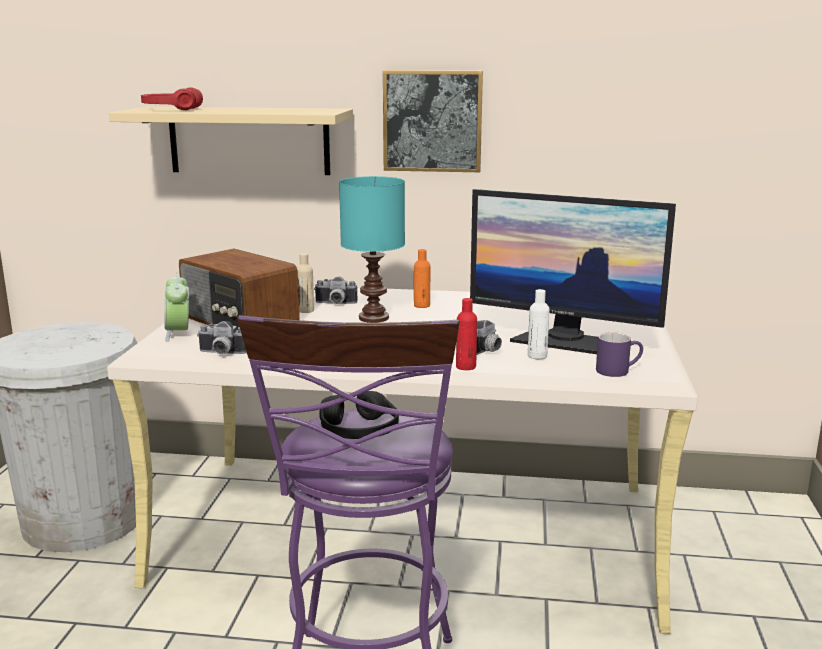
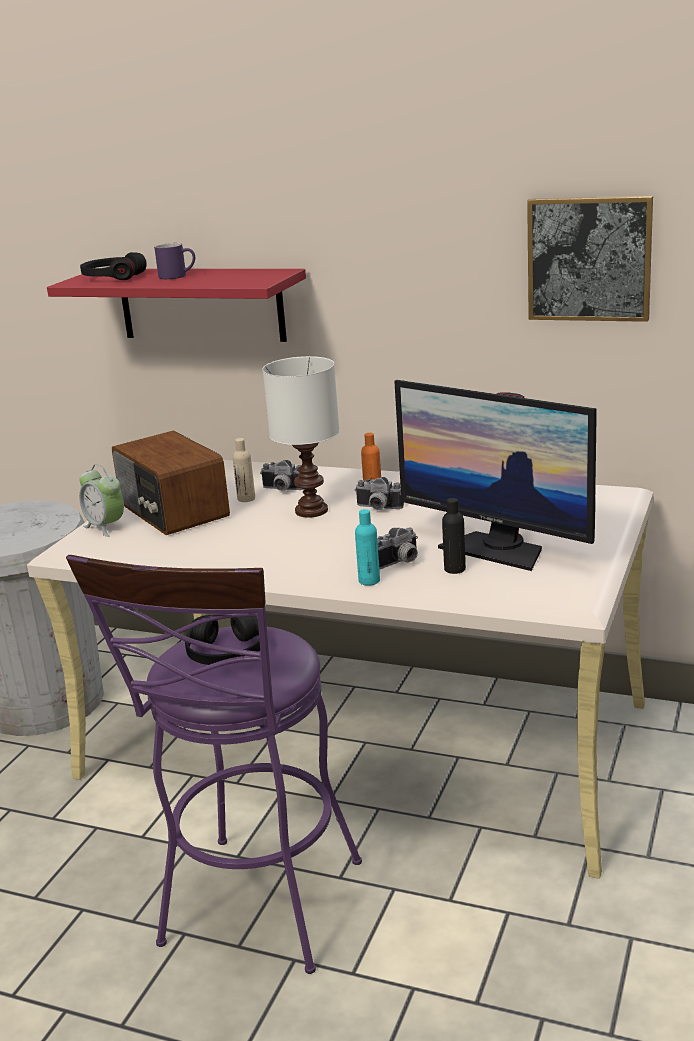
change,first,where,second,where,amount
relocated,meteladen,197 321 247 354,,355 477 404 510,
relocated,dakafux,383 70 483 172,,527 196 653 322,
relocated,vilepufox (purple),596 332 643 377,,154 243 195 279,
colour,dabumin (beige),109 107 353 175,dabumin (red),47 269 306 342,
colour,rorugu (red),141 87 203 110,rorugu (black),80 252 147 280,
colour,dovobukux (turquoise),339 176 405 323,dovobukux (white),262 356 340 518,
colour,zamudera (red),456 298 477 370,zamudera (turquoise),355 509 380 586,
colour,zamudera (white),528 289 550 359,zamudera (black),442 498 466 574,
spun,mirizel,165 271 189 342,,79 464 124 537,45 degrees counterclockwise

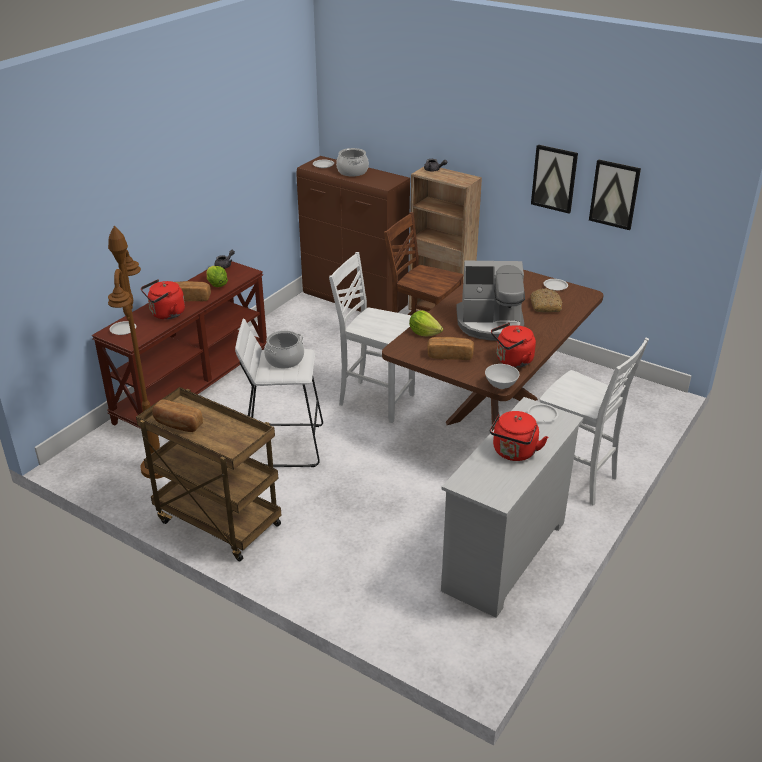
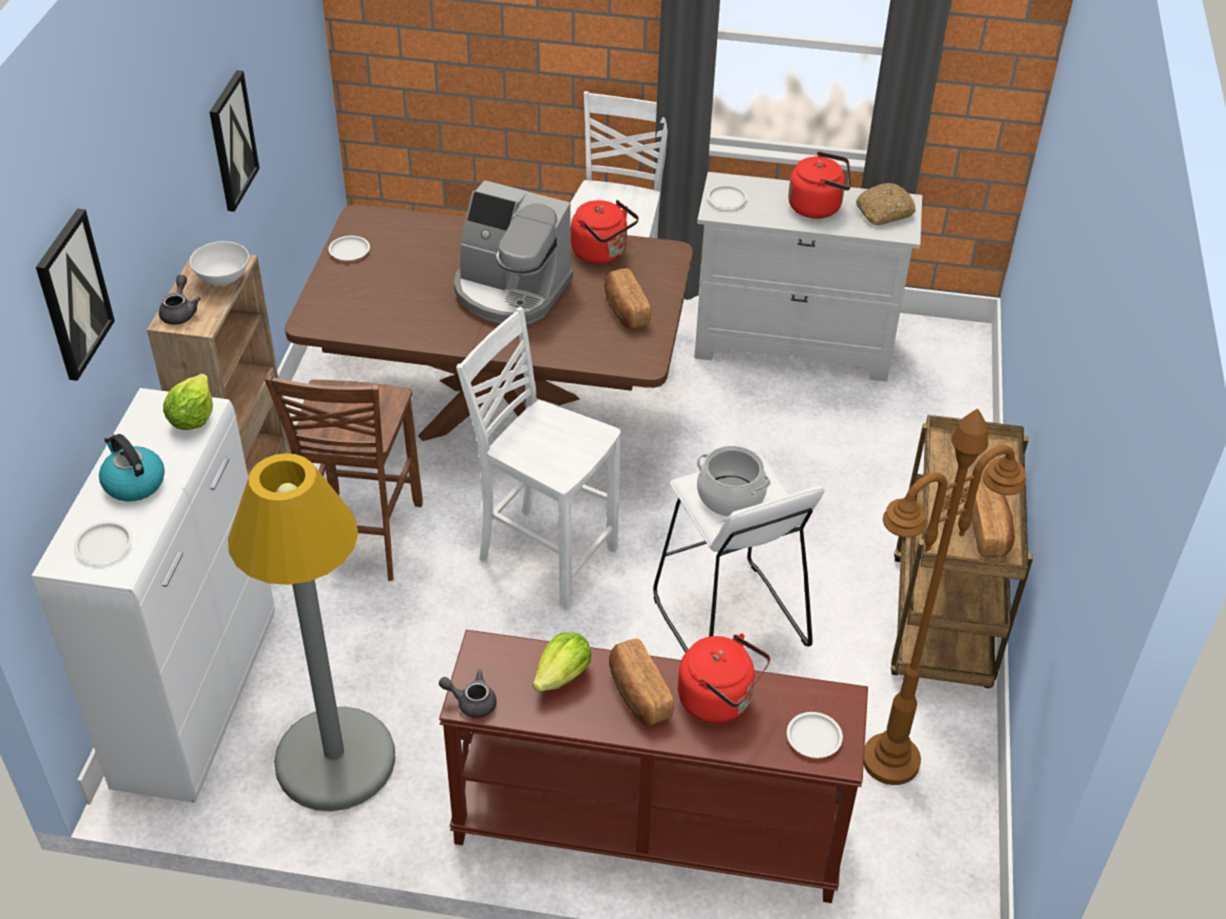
change,first,where,second,where,amount
appeared,,,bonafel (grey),228 453 395 811,
relocated,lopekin,409 310 443 336,,163 374 213 430,
relocated,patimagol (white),485 364 519 389,,190 241 249 286,
relocated,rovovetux,531 289 562 312,,856 183 916 225,
relocated,dakafux,589 159 641 230,,36 209 115 381,
exchanged,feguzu,336 148 369 176,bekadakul,99 434 165 501,
colour,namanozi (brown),296 156 410 312,namanozi (white),31 388 275 803,
spun,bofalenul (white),329 252 415 423,,456 307 621 609,120 degrees clockwise
spun,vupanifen,456 261 525 341,,454 180 573 324,135 degrees clockwise

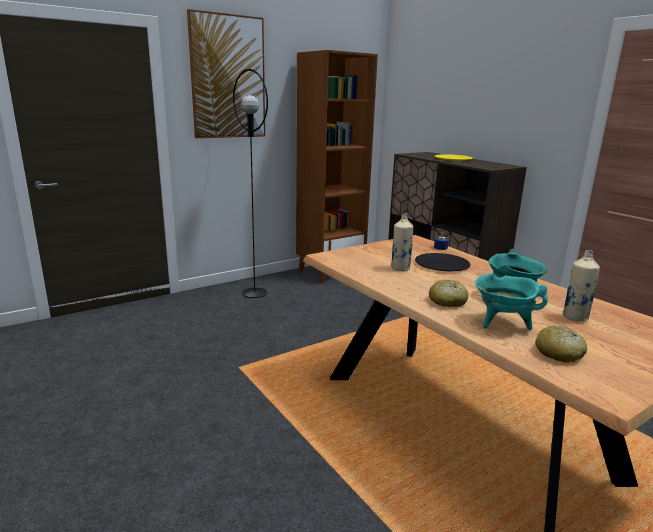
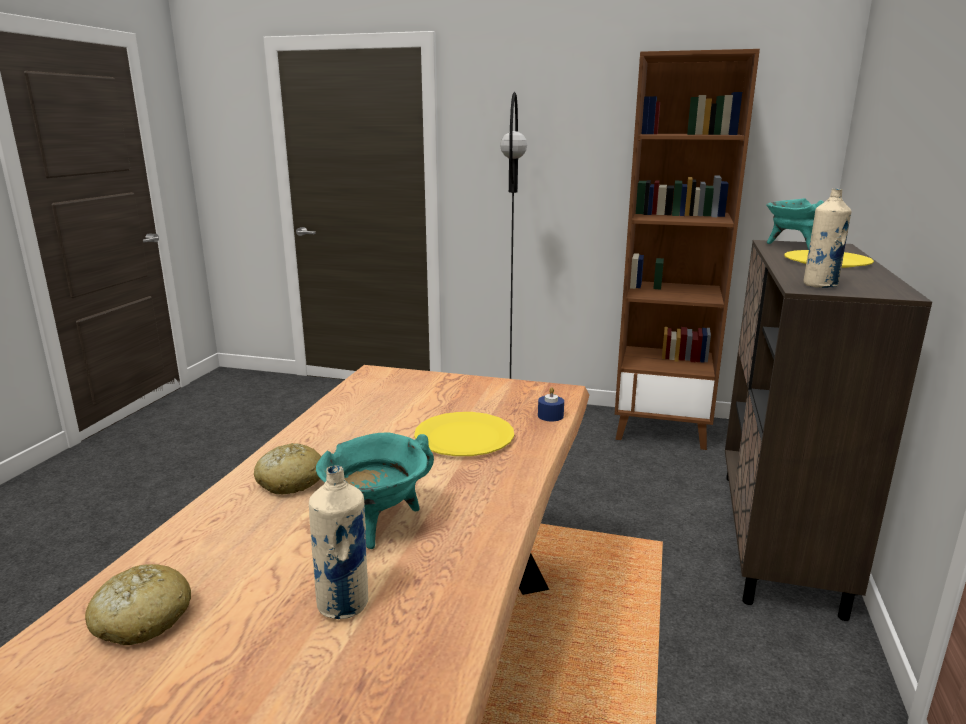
change,first,where,second,where,amount
missing,dakafux,187 9 265 138,,,
relocated,zamudera (beige),391 213 413 271,,803 189 852 288,
relocated,feguzu (turquoise),475 273 548 330,,766 198 824 250,
colour,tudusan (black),415 253 471 272,tudusan (yellow),414 412 514 456,

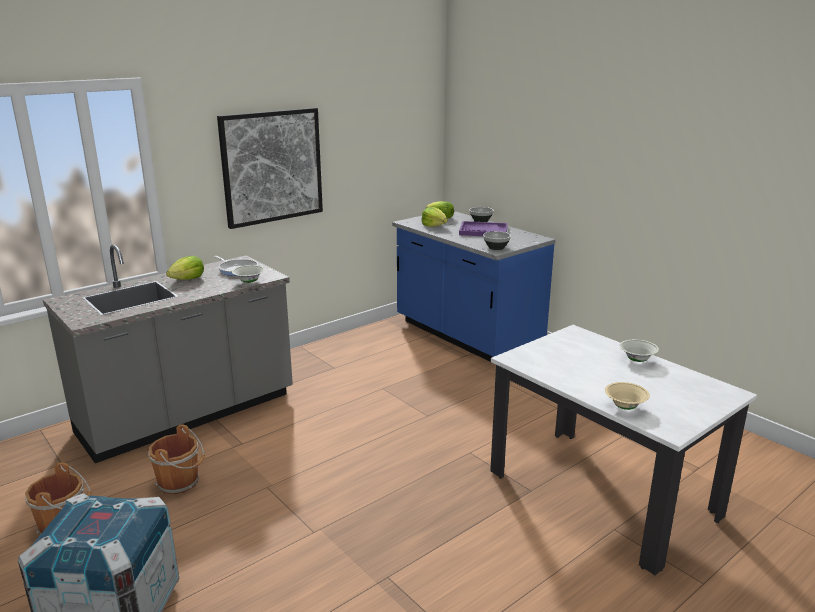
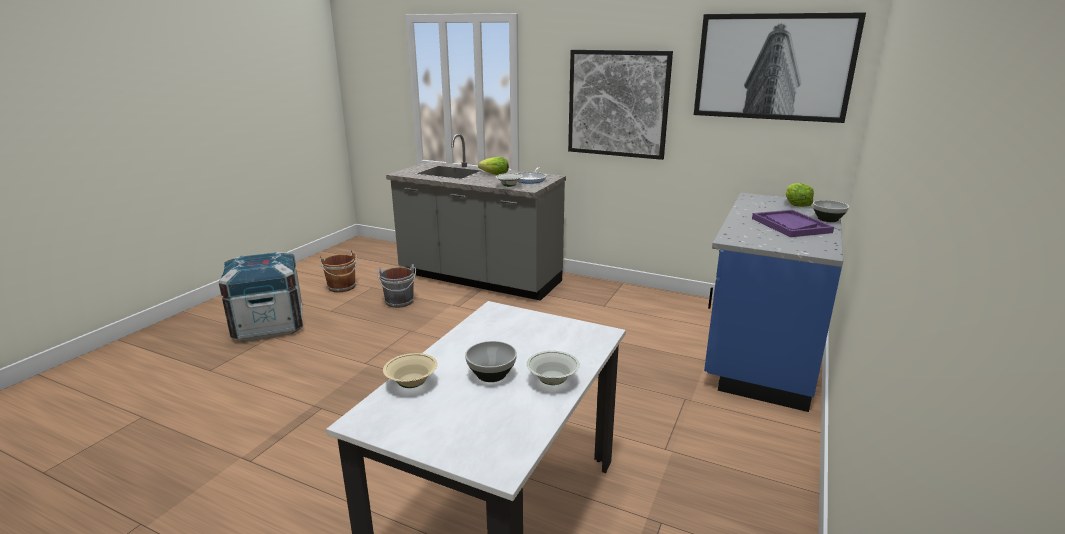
change,first,where,second,where,amount
missing,lopekin,421 207 448 227,,,
appeared,,,dakafux,694 12 866 123,
relocated,patimagol,483 231 511 250,,465 341 517 382,
colour,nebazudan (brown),148 424 205 495,nebazudan (grey),378 264 416 308,

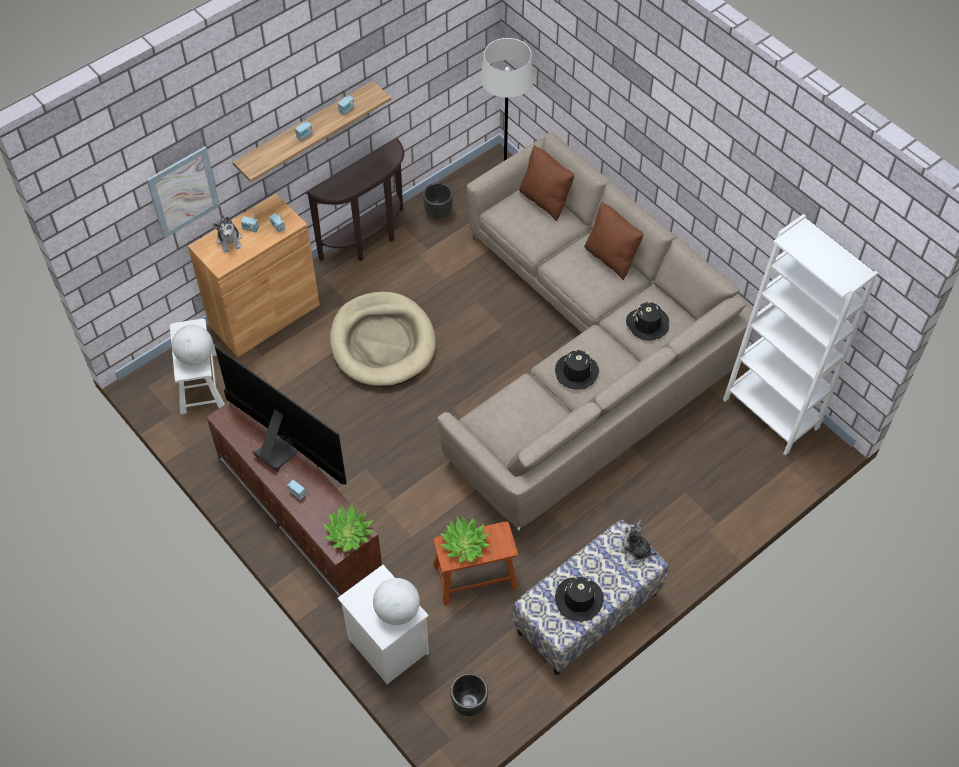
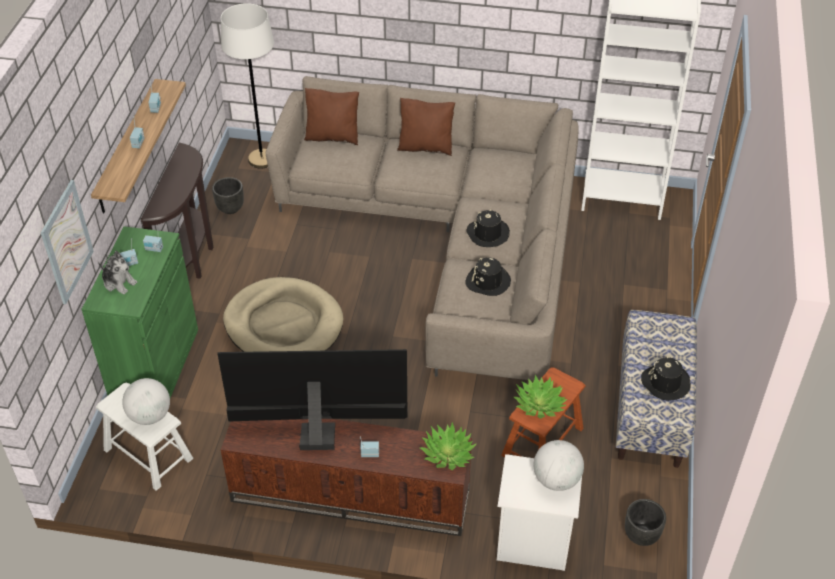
change,first,where,second,where,amount
missing,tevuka,617 520 657 562,,,
relocated,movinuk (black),626 301 669 341,,465 257 511 296,
colour,namanozi (brown),188 194 320 357,namanozi (green),81 226 198 398,

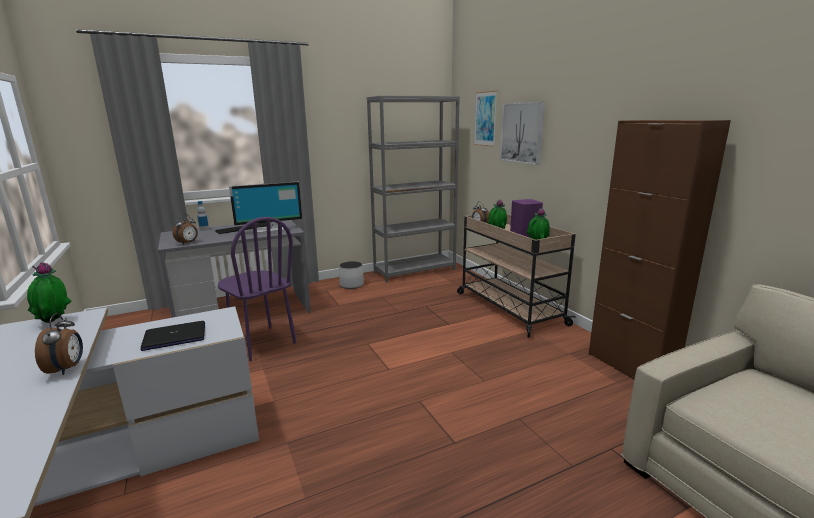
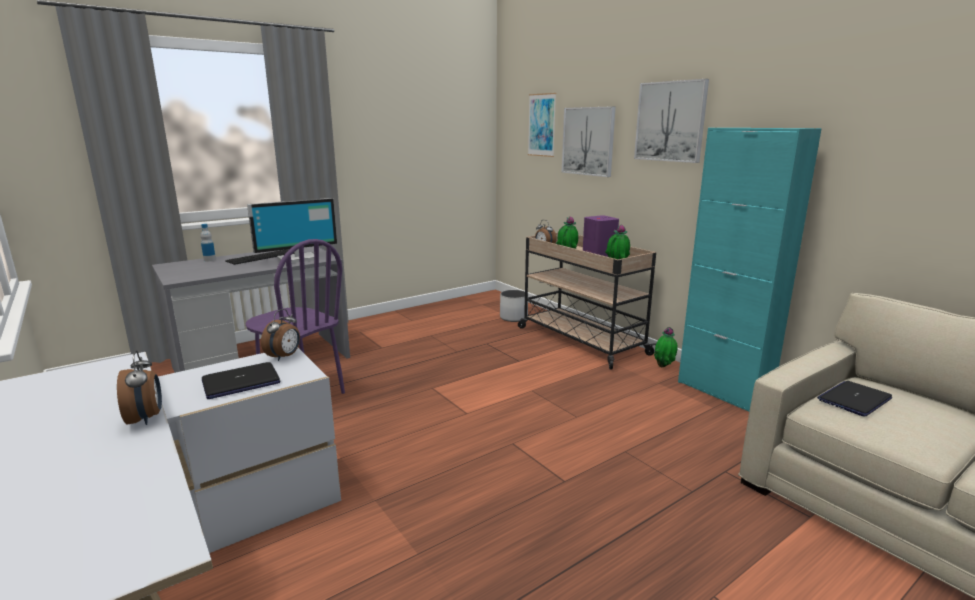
change,first,where,second,where,amount
missing,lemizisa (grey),366 96 460 283,,,
appeared,,,dakafux,634 79 709 163,
appeared,,,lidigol,817 381 892 416,
relocated,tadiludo,27 262 71 323,,654 327 678 367,
relocated,mirizel,172 214 198 245,,261 309 300 361,
relocated,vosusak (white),339 261 364 289,,500 290 528 322,
colour,namanozi (brown),589 120 731 379,namanozi (turquoise),678 128 822 411,

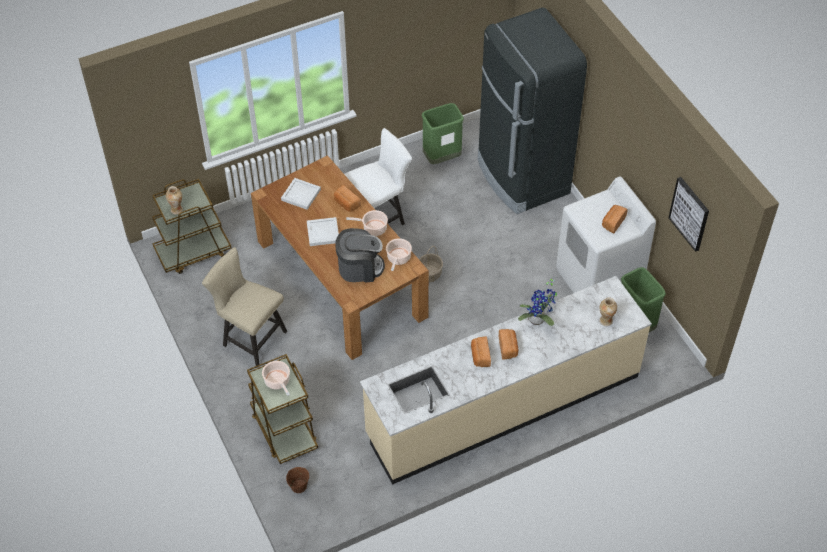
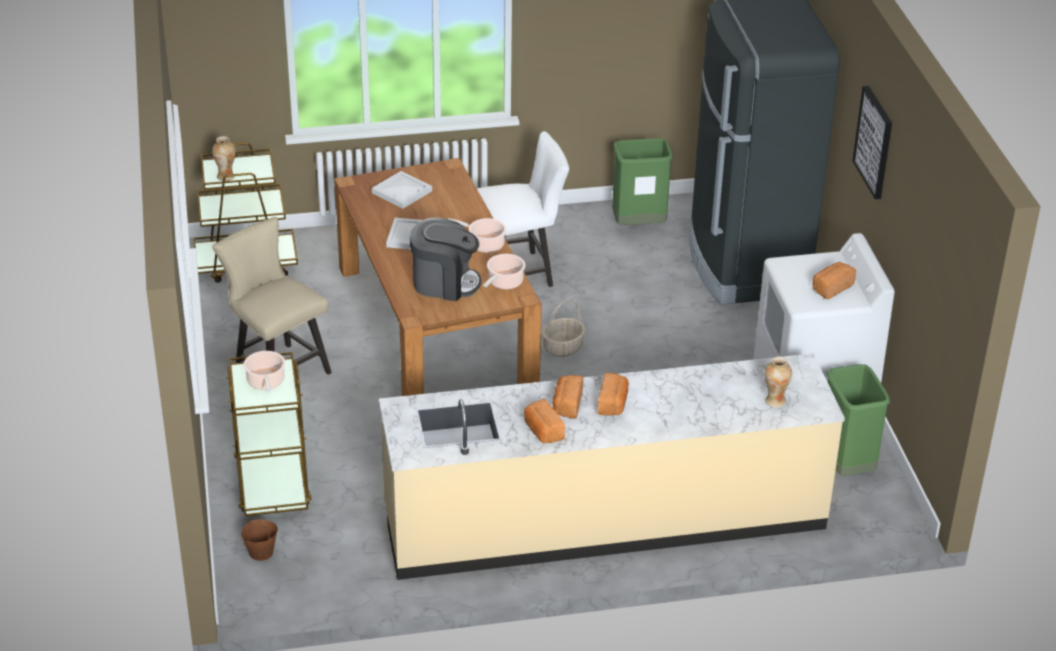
change,first,where,second,where,amount
missing,tadiludo,518 277 557 326,,,
relocated,rovovetux,334 185 361 212,,524 399 565 443,
relocated,dakafux,668 177 709 252,,853 86 892 199,

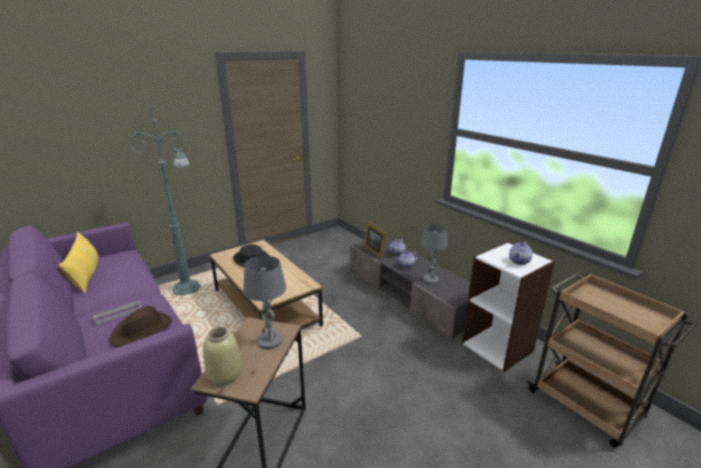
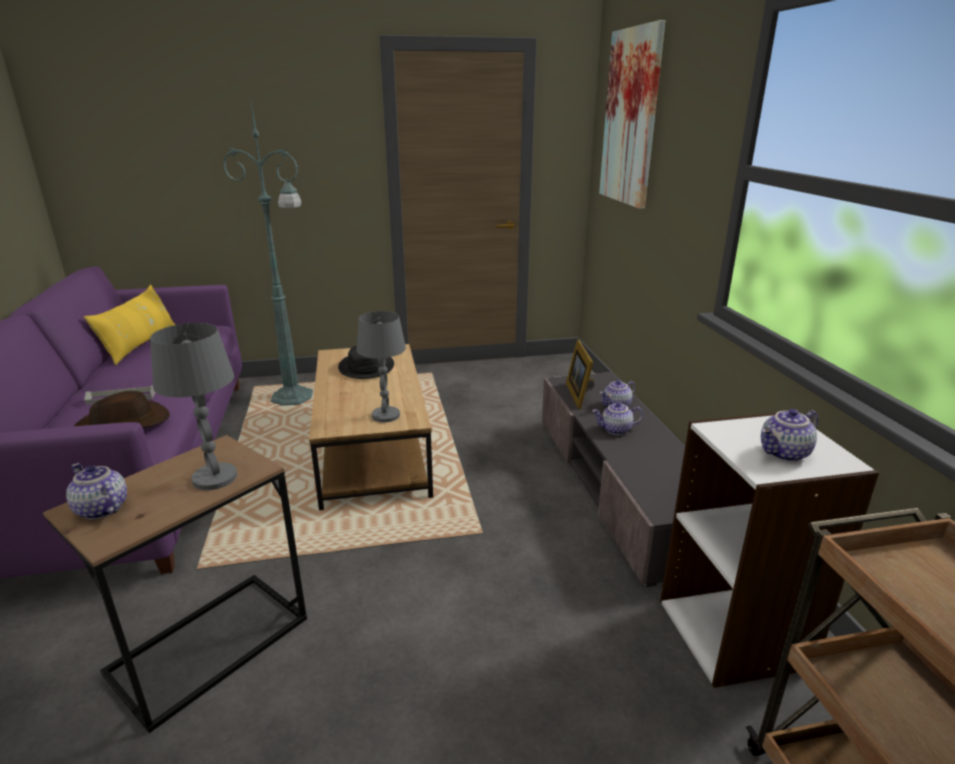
change,first,where,second,where,amount
appeared,,,dakafux,599 20 665 209,
relocated,dovobukux (grey),421 224 448 284,,357 311 406 422,
exchanged,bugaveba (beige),203 327 241 386,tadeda,66 463 127 520,

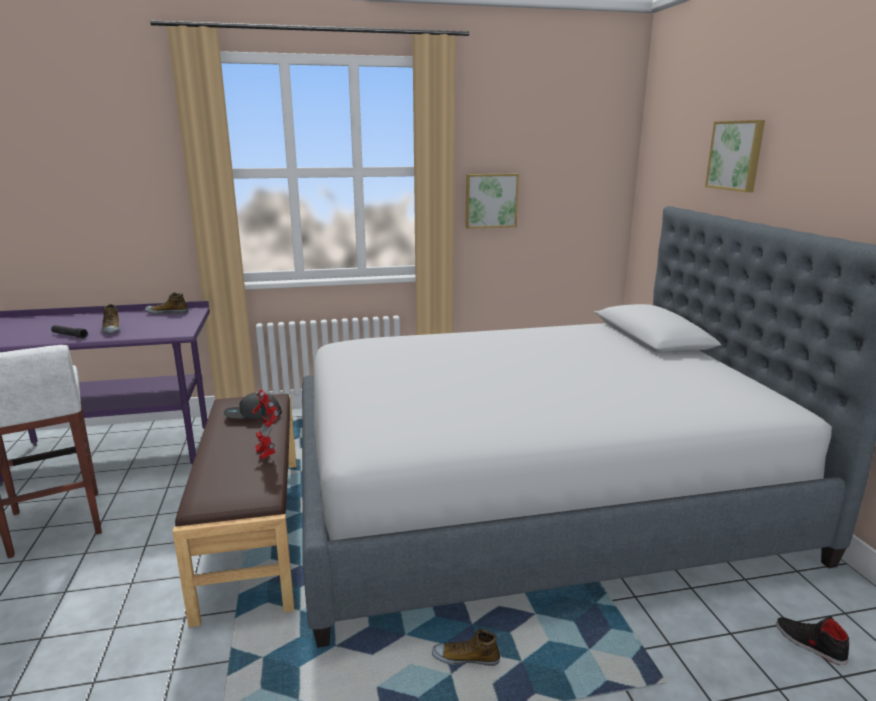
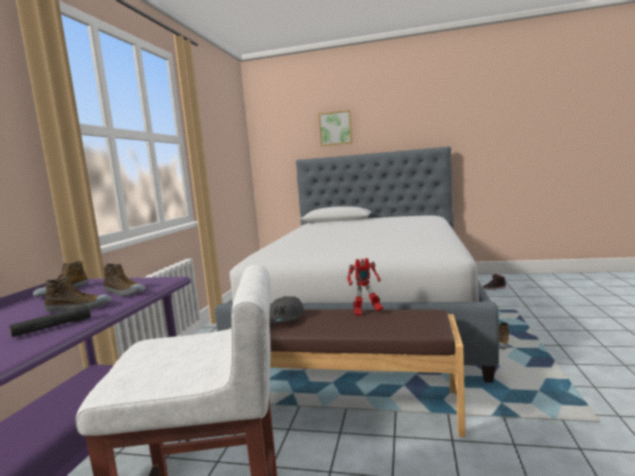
change,first,where,second,where,amount
missing,dakafux,466 174 519 229,,,
appeared,,,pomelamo,104 264 145 296,

